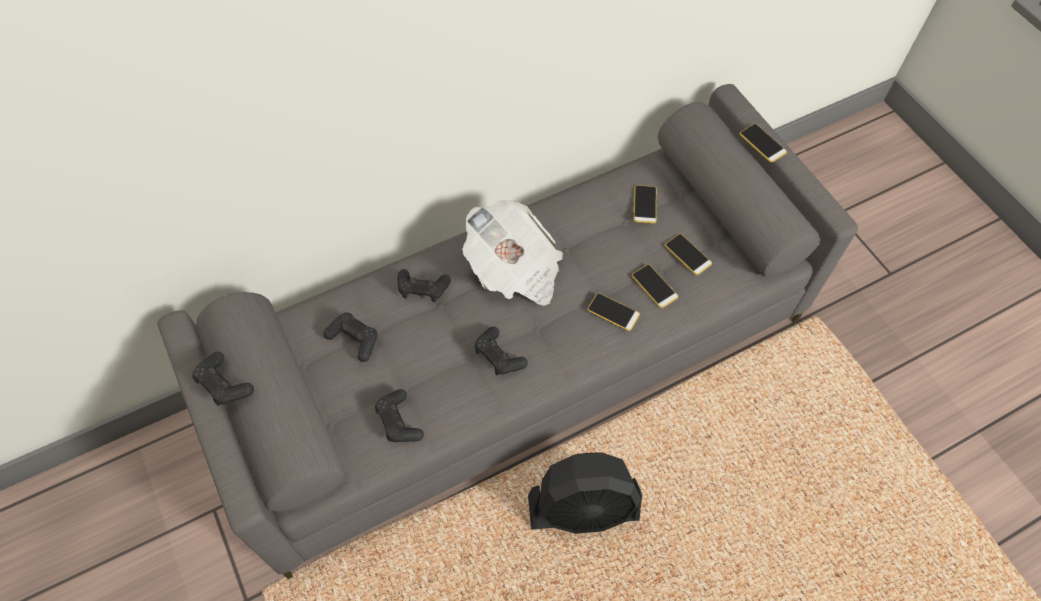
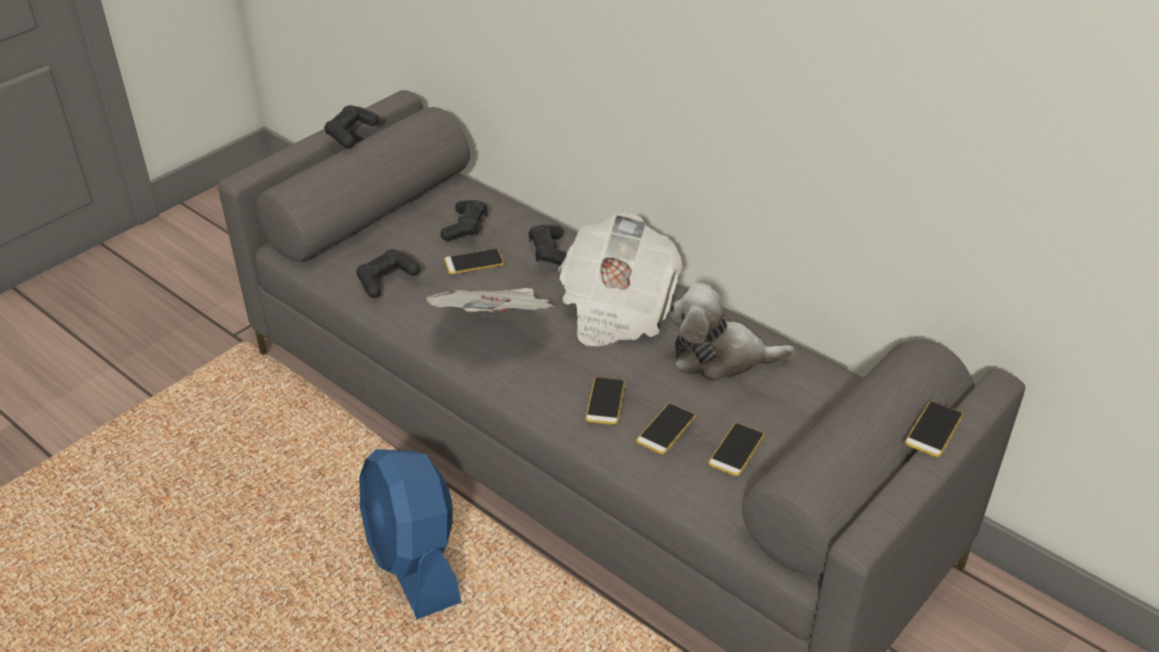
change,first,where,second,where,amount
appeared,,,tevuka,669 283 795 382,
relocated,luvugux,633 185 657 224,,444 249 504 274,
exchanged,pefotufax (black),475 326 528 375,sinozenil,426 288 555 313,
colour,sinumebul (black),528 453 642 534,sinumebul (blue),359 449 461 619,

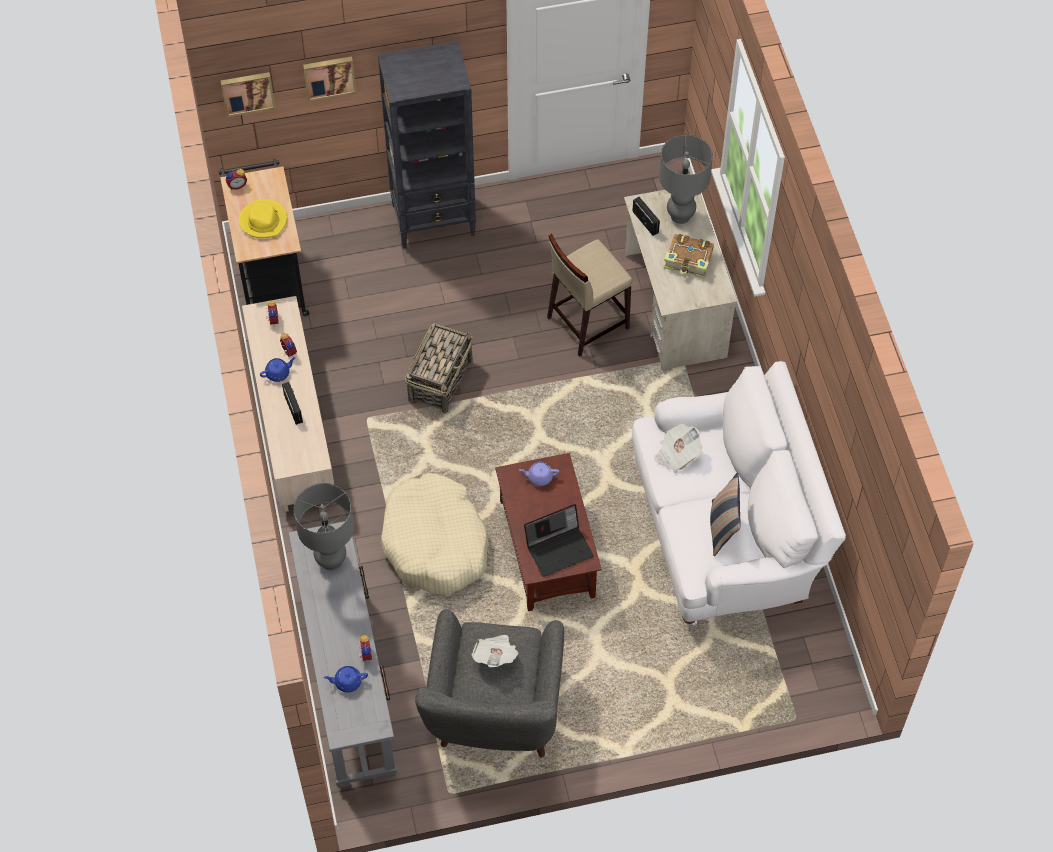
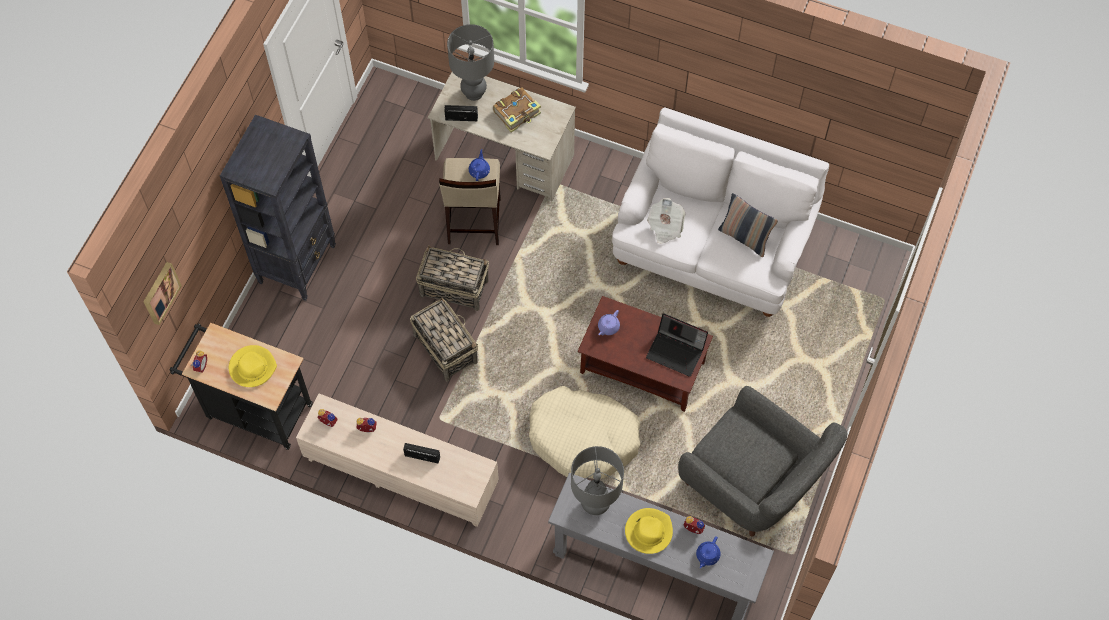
change,first,where,second,where,amount
missing,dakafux,303 56 356 102,,,
missing,sinozenil,471 635 519 667,,,
appeared,,,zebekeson,416 245 489 311,
appeared,,,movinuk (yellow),625 508 673 554,
relocated,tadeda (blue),260 357 296 382,,469 149 490 181,
spun,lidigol,524 504 594 577,,646 313 708 377,105 degrees clockwise

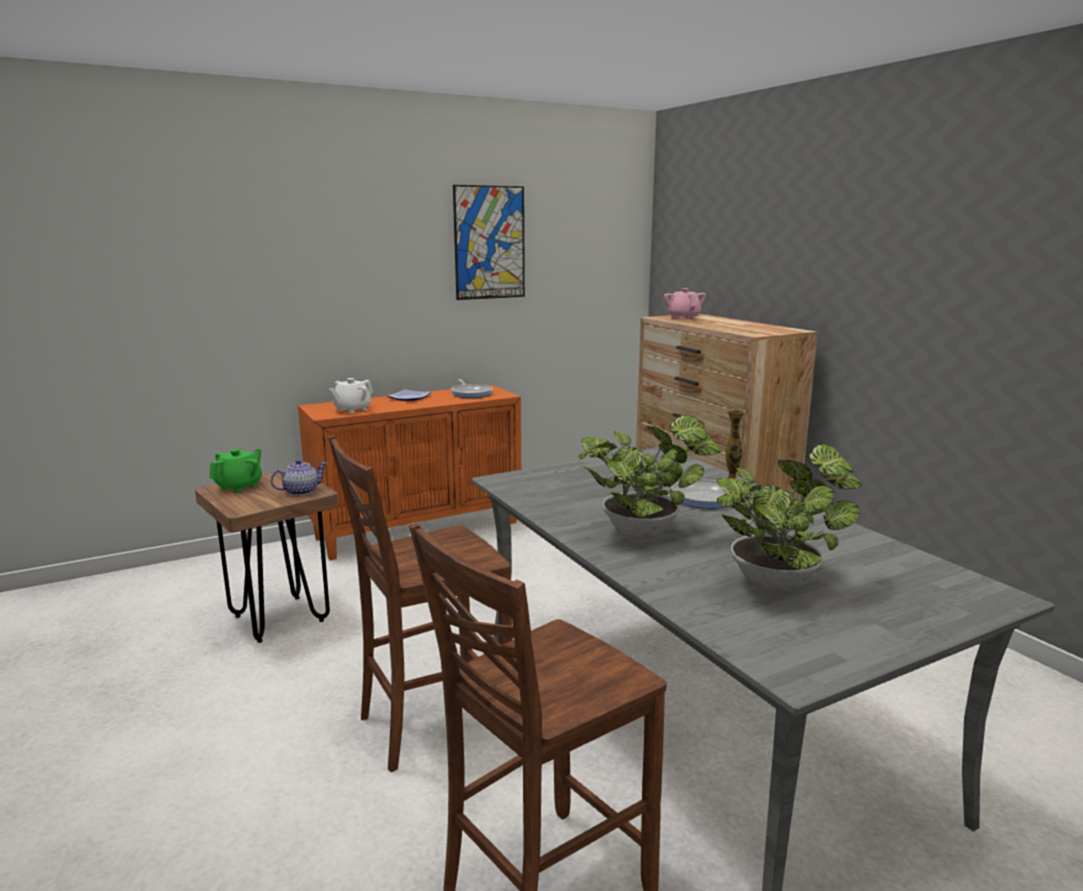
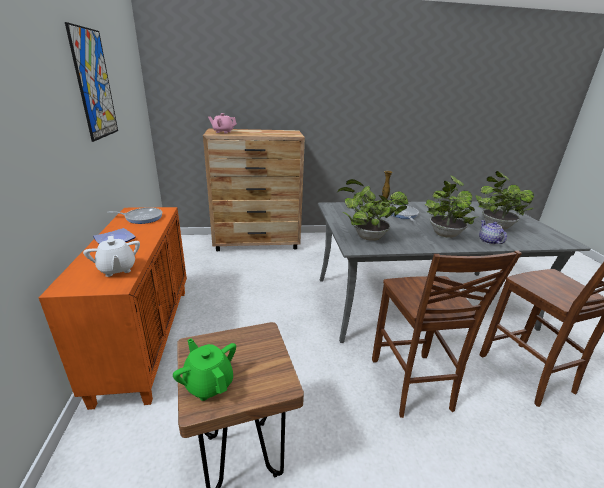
change,first,where,second,where,amount
appeared,,,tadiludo,337 179 409 241,
relocated,tadeda,270 459 327 495,,479 220 507 245,

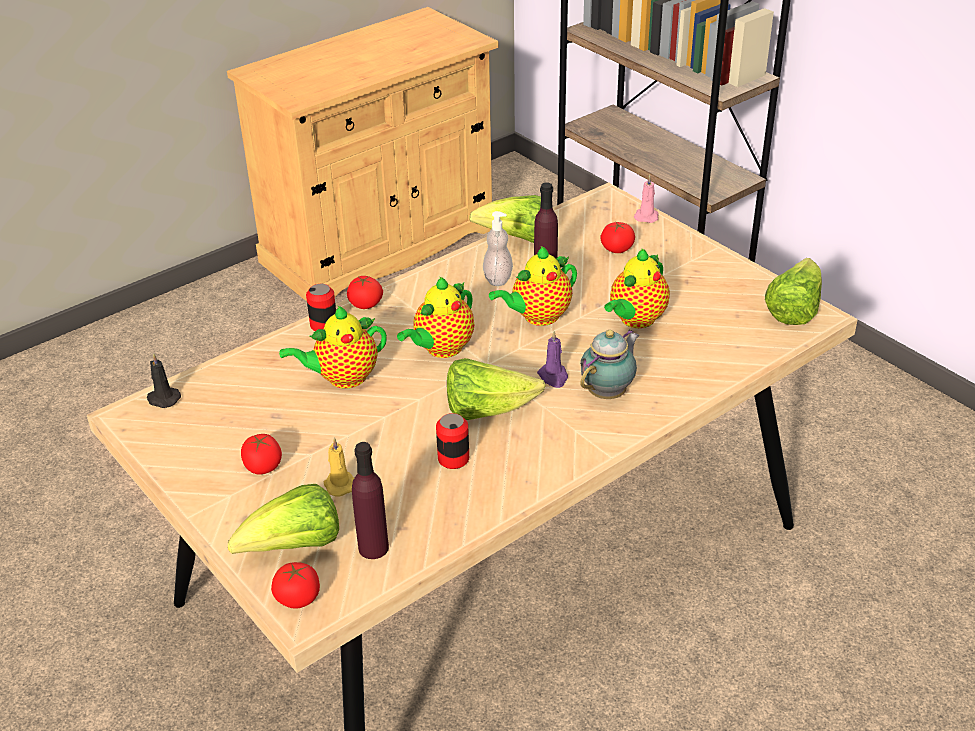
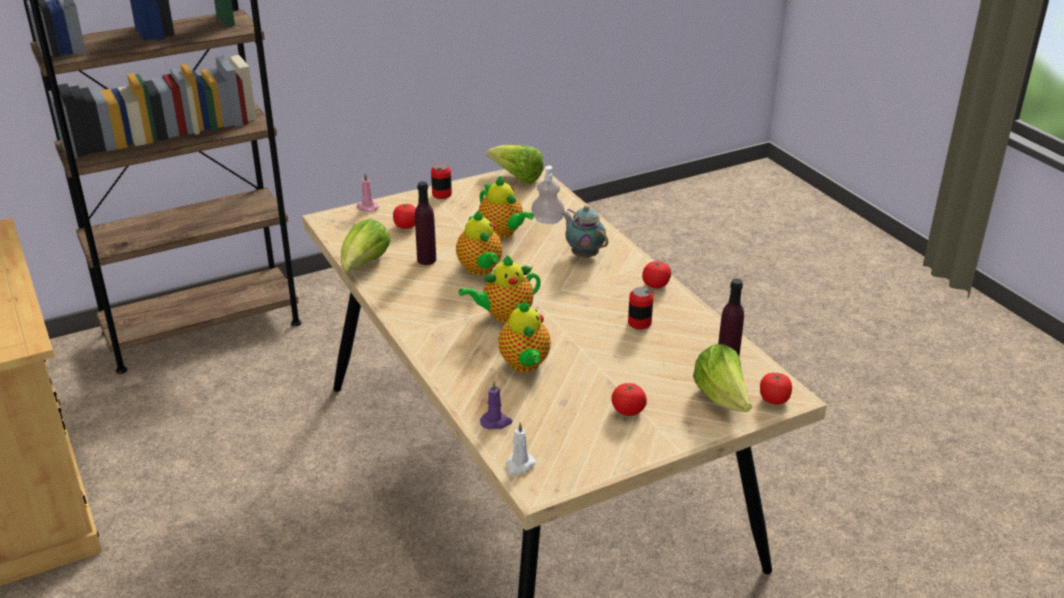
change,first,where,second,where,amount
missing,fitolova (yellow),324 438 354 497,,,
missing,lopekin,447 358 546 420,,,
relocated,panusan,306 284 336 331,,431 164 452 199,
relocated,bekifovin,347 276 383 309,,642 261 671 289,
relocated,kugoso,483 211 513 286,,531 165 565 224,
relocated,fitolova (purple),537 331 568 388,,480 381 512 430,
colour,fitolova (black),147 353 181 408,fitolova (white),506 422 536 476,
spun,tadeda,397 277 474 358,,458 255 541 323,105 degrees clockwise

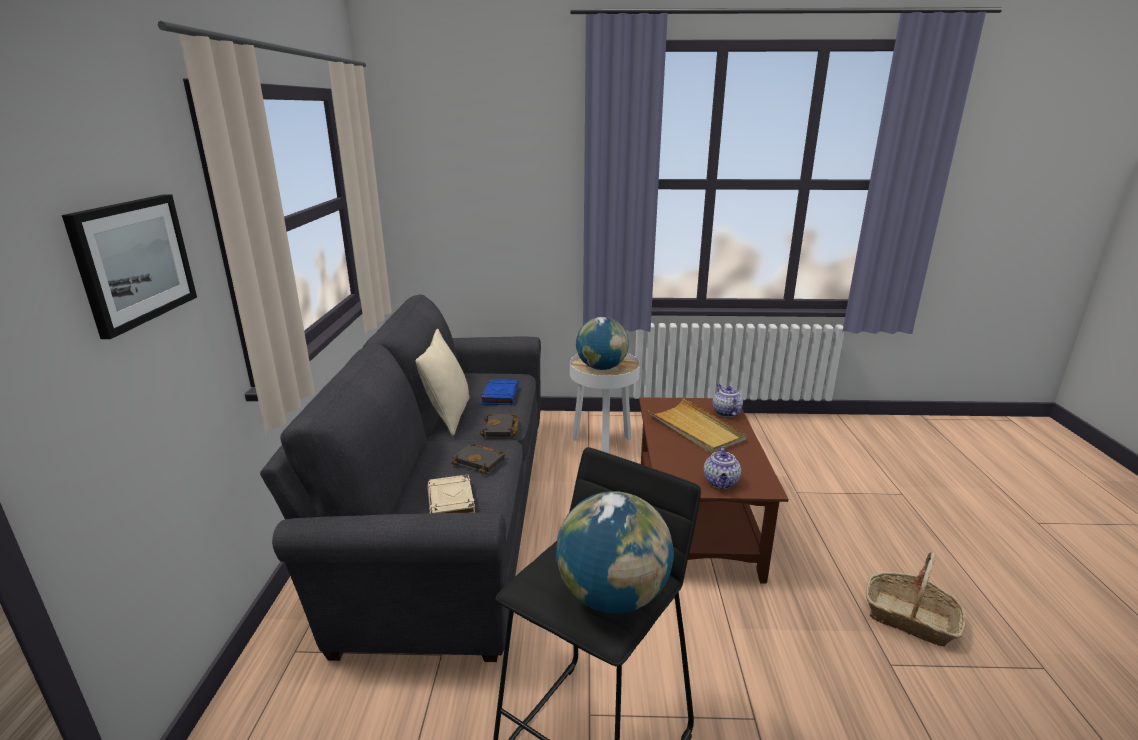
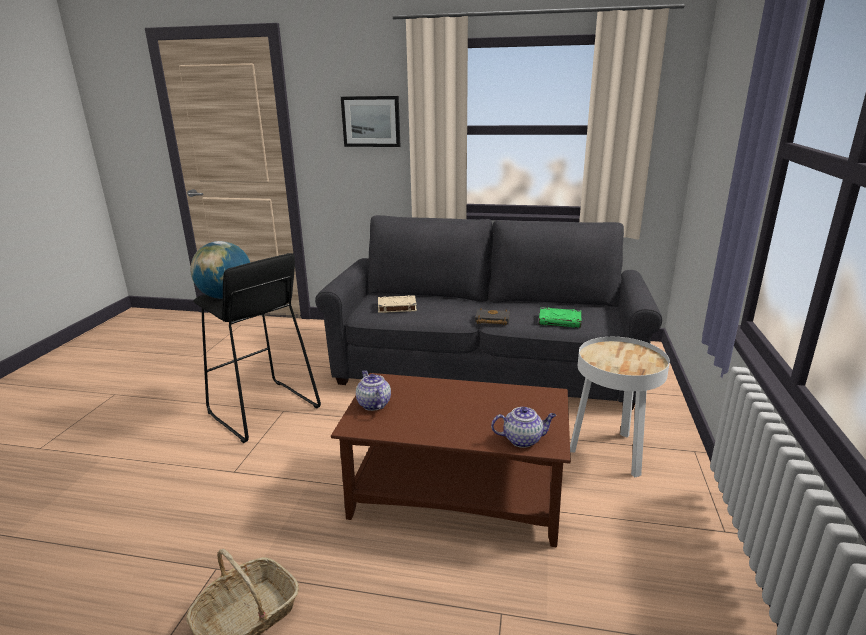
change,first,where,second,where,amount
missing,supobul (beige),416 329 470 436,,,
missing,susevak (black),451 443 505 474,,,
missing,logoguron,576 317 629 370,,,
missing,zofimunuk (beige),647 398 747 454,,,
colour,susevak (blue),481 379 519 405,susevak (green),539 308 581 328,
spun,tadeda,704 446 741 489,,356 370 391 411,45 degrees clockwise

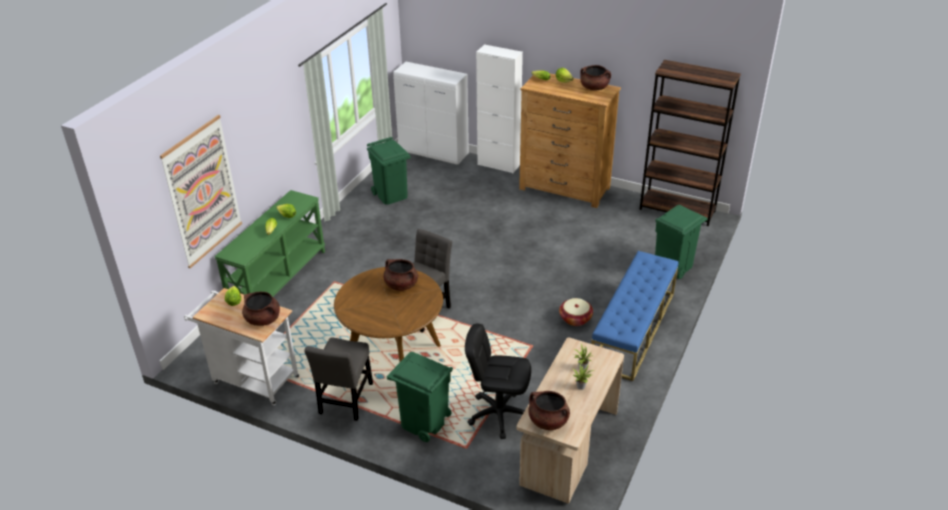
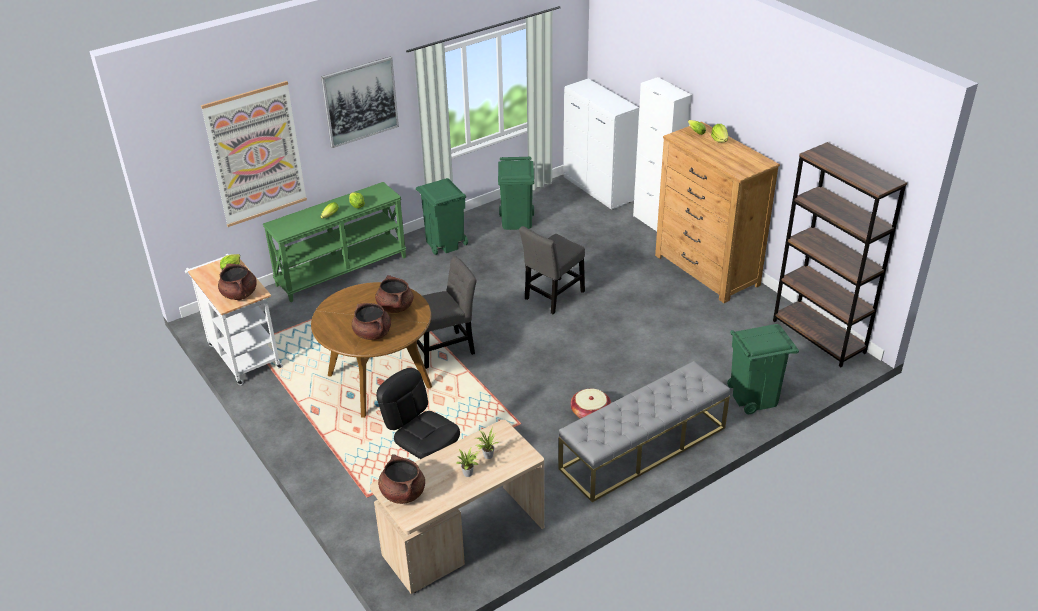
change,first,where,second,where,amount
appeared,,,dakafux,321 56 399 148,
relocated,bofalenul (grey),304 337 373 421,,519 226 585 314,
relocated,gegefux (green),387 352 453 442,,416 178 468 255,
relocated,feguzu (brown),580 65 611 91,,352 303 391 340,
colour,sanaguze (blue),591 251 679 381,sanaguze (grey),559 361 730 502,

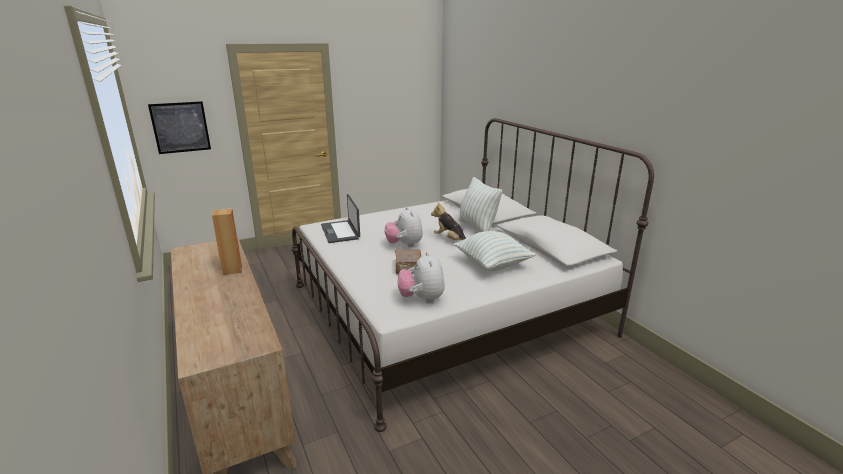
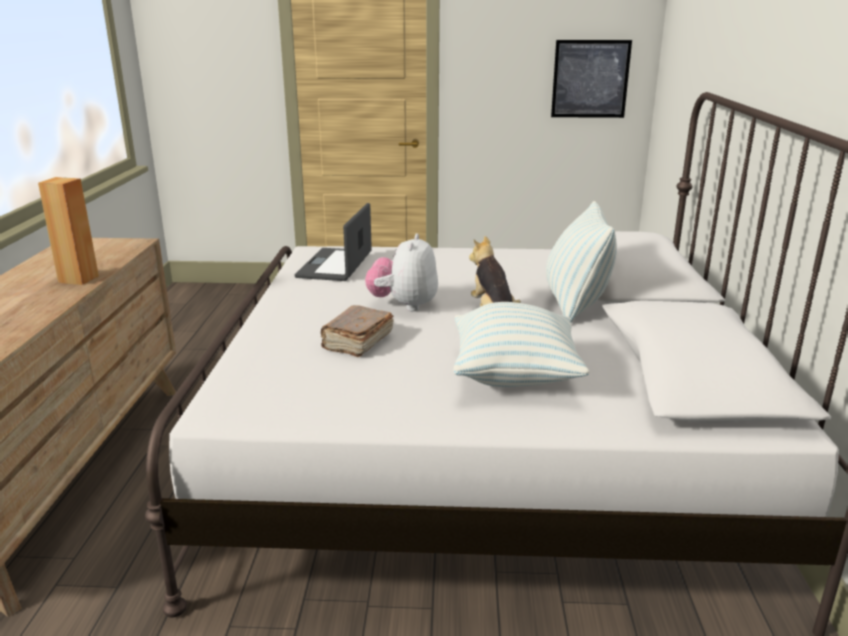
change,first,where,second,where,amount
missing,tevuka,398 252 445 303,,,
relocated,dakafux,148 101 211 154,,551 40 632 118,

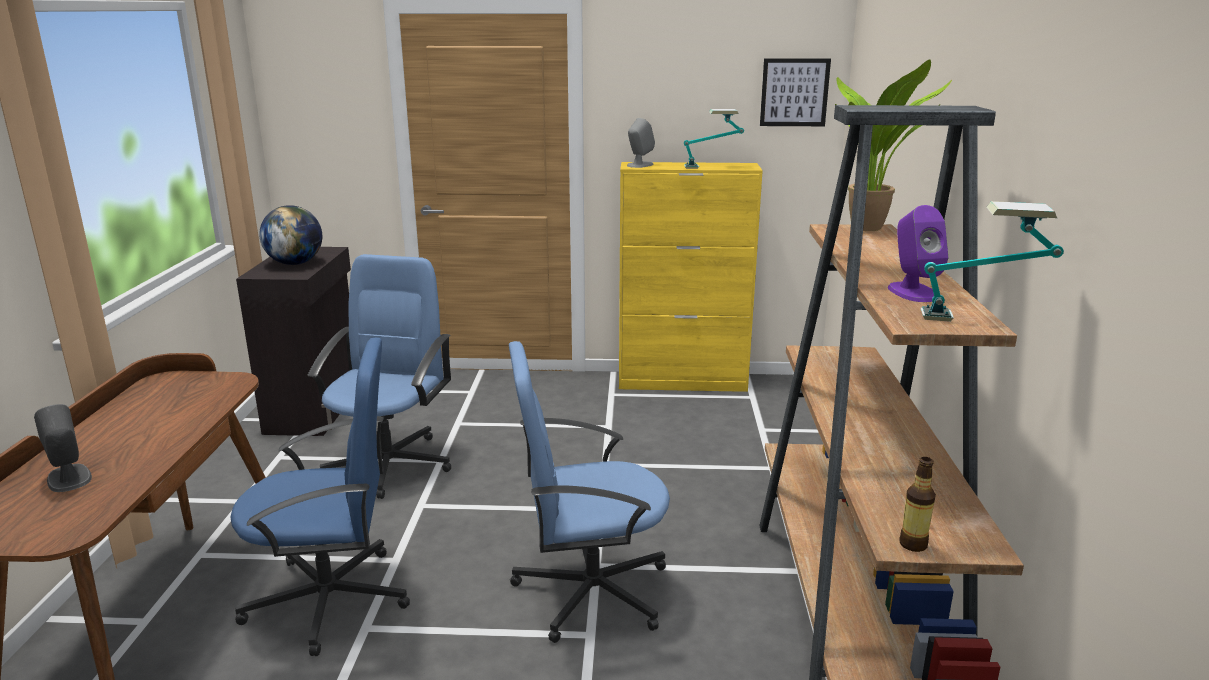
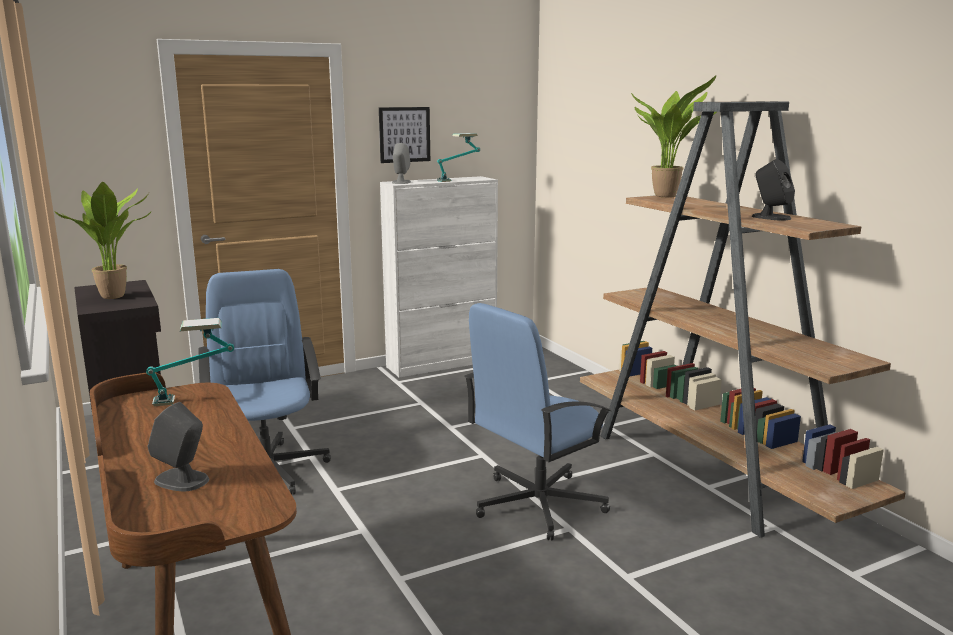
change,first,where,second,where,amount
missing,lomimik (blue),230 338 410 656,,,
missing,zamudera,899 457 936 552,,,
relocated,dakafux,760 58 831 126,,379 107 430 163,
relocated,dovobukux,920 201 1064 322,,146 318 234 406,
exchanged,logoguron,259 205 322 265,tadiludo,54 182 152 299,
colour,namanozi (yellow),619 162 763 392,namanozi (white),380 176 498 378,
colour,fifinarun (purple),888 205 948 302,fifinarun (black),752 159 795 221,

